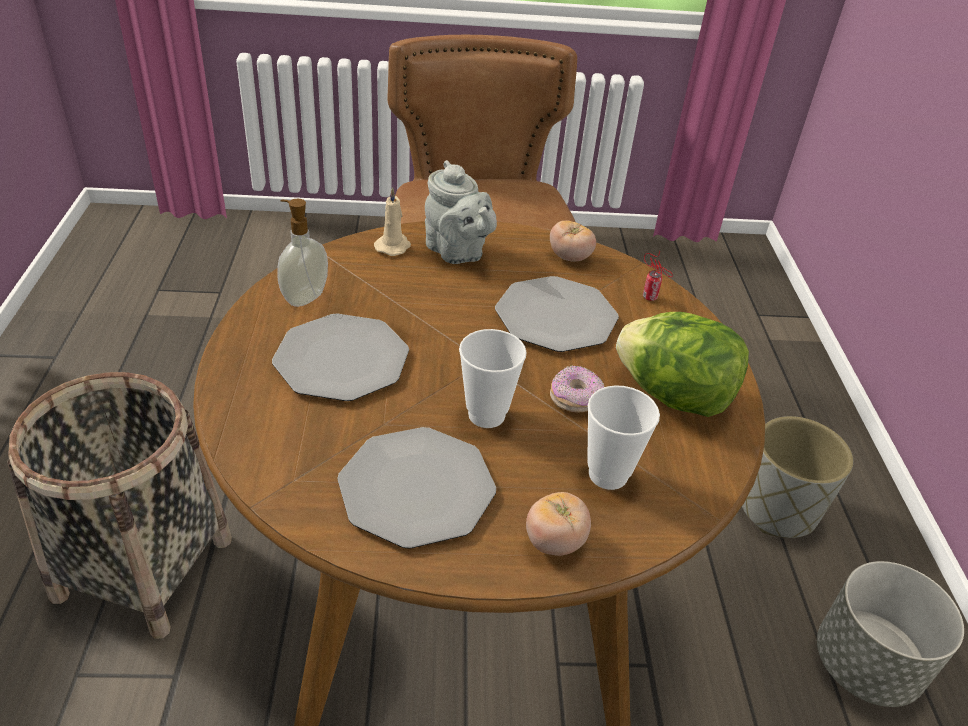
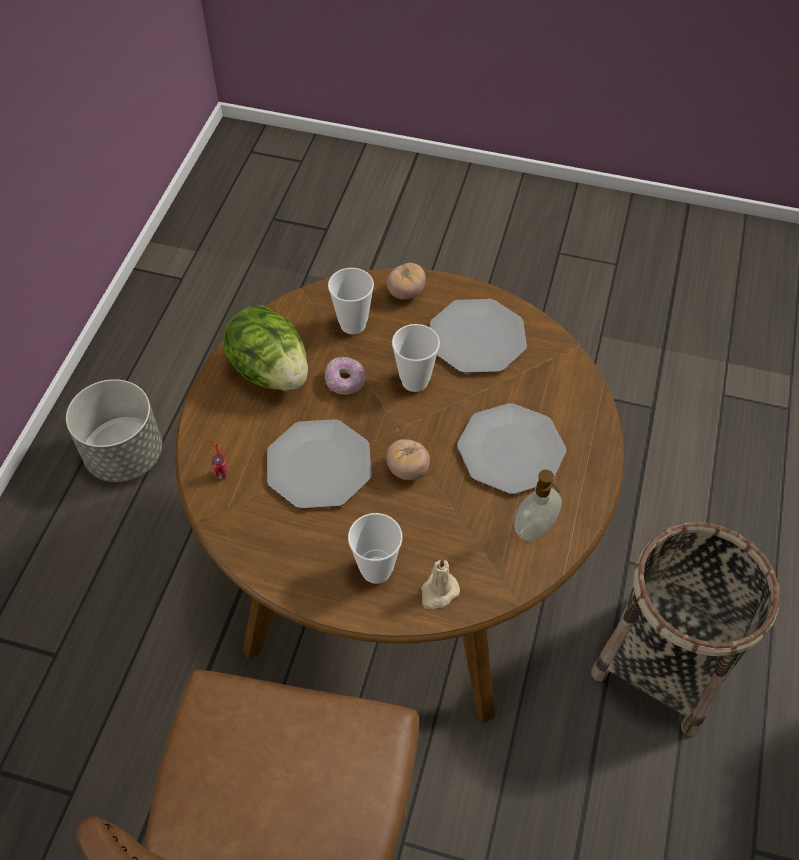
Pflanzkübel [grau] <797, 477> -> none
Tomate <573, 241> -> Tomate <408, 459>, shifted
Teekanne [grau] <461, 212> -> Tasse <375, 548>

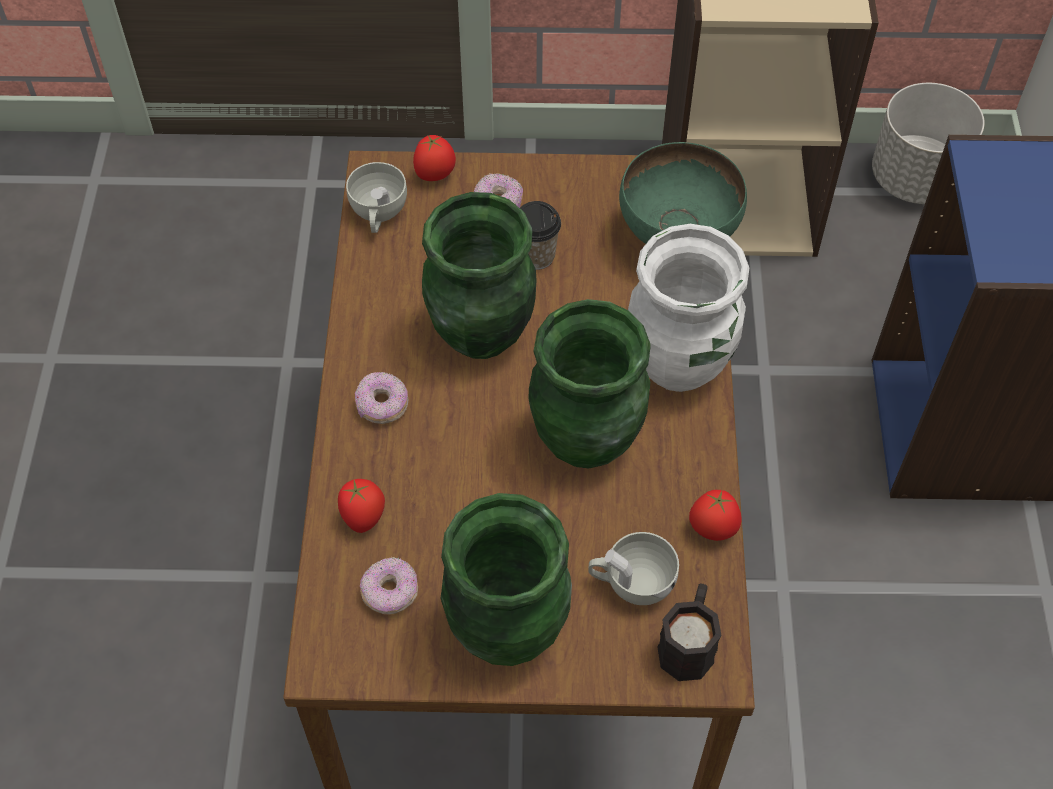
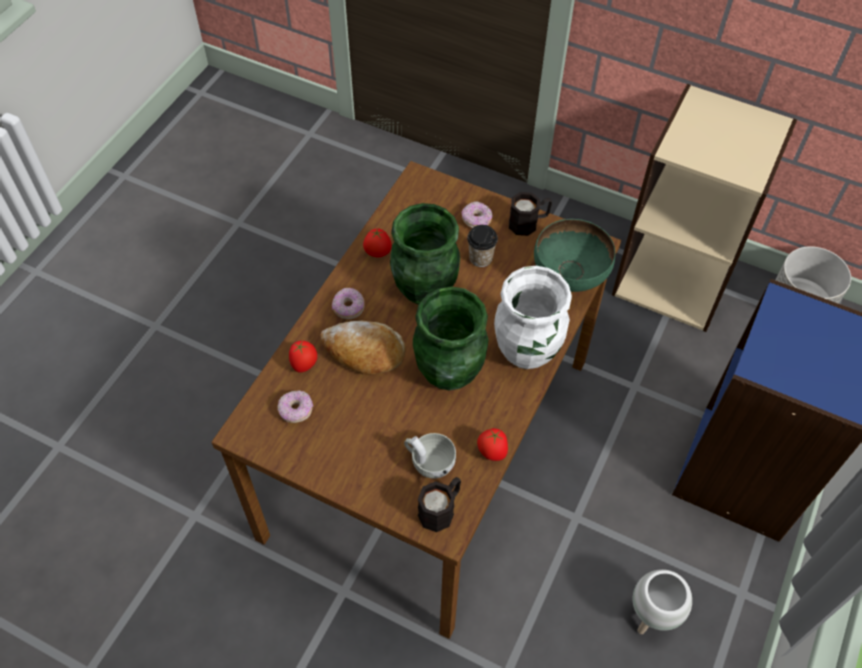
Tasse [weiß] <376, 197> -> none
Vase [grün] <506, 579> -> none
none -> Brot <363, 347>
none -> Henkelbecher [schwarz] <530, 214>
none -> Pflanzkübel [weiß] <662, 601>
Tomate <434, 158> -> Tomate <377, 242>, shifted

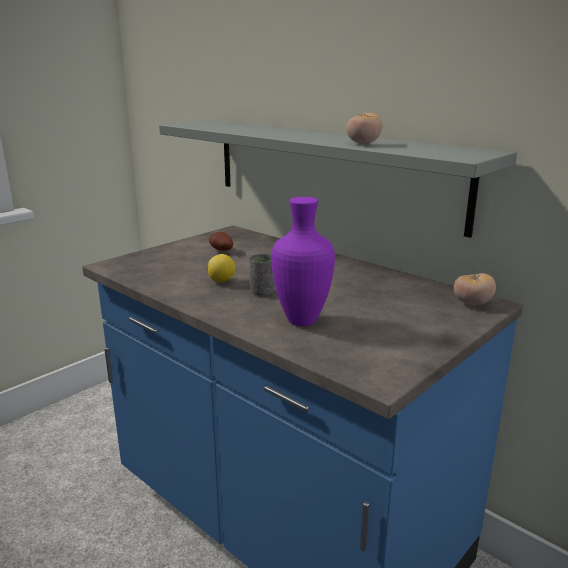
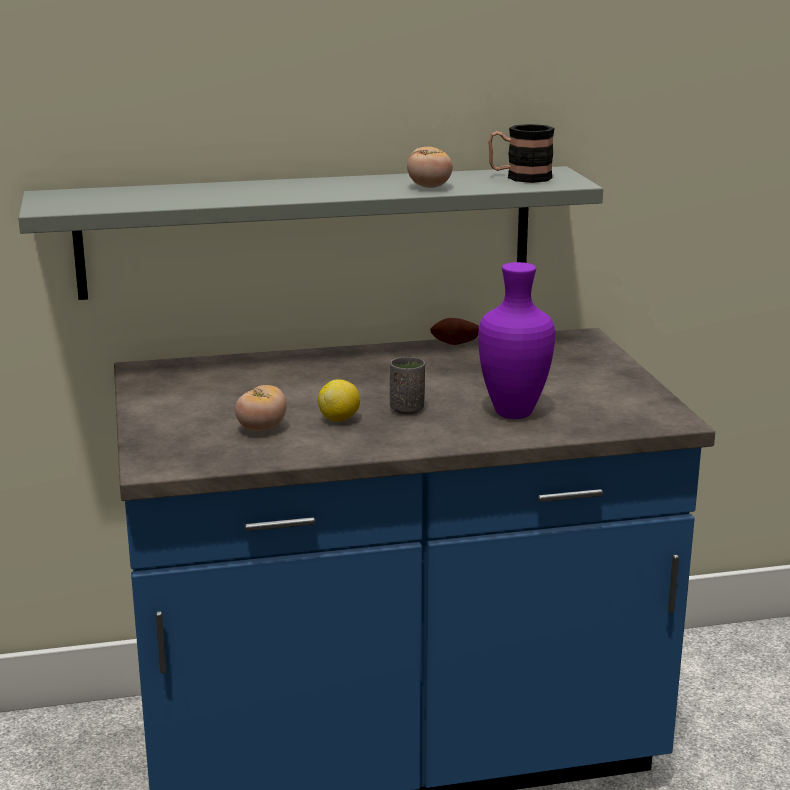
none -> Henkelbecher <521, 153>
Kartoffel <221, 241> -> Kartoffel <454, 331>, shifted
Tomate <475, 289> -> Tomate <261, 408>, shifted

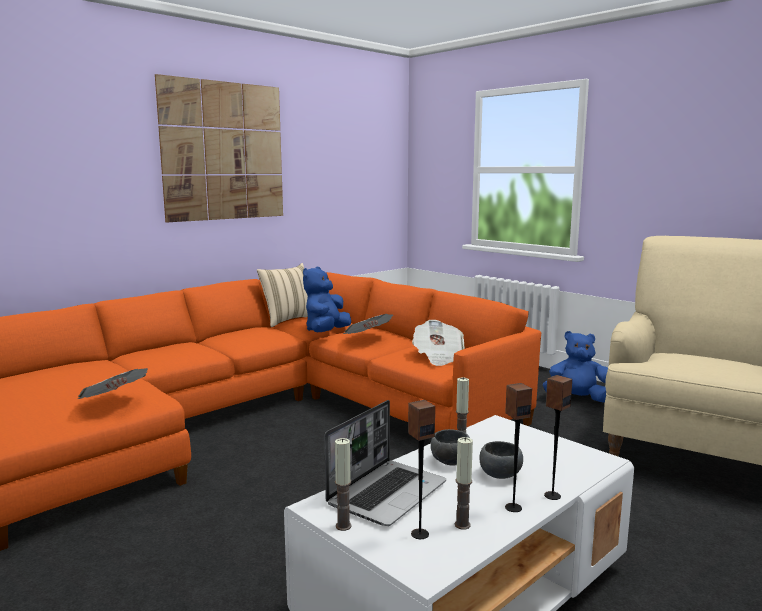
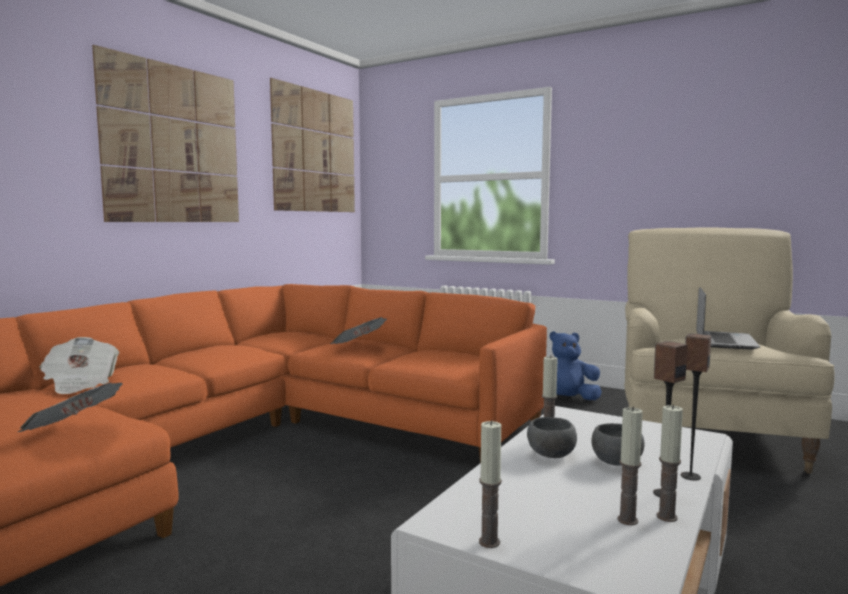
Kissen [beige] <282, 295> -> none
Plüschtier [blau] <327, 299> -> none
Lautsprecher <421, 469> -> none
none -> Bild <312, 145>
none -> Kerze <669, 463>
Laptop <385, 463> -> Laptop <728, 318>, shifted
Zeitung <438, 343> -> Zeitung <79, 365>, shifted

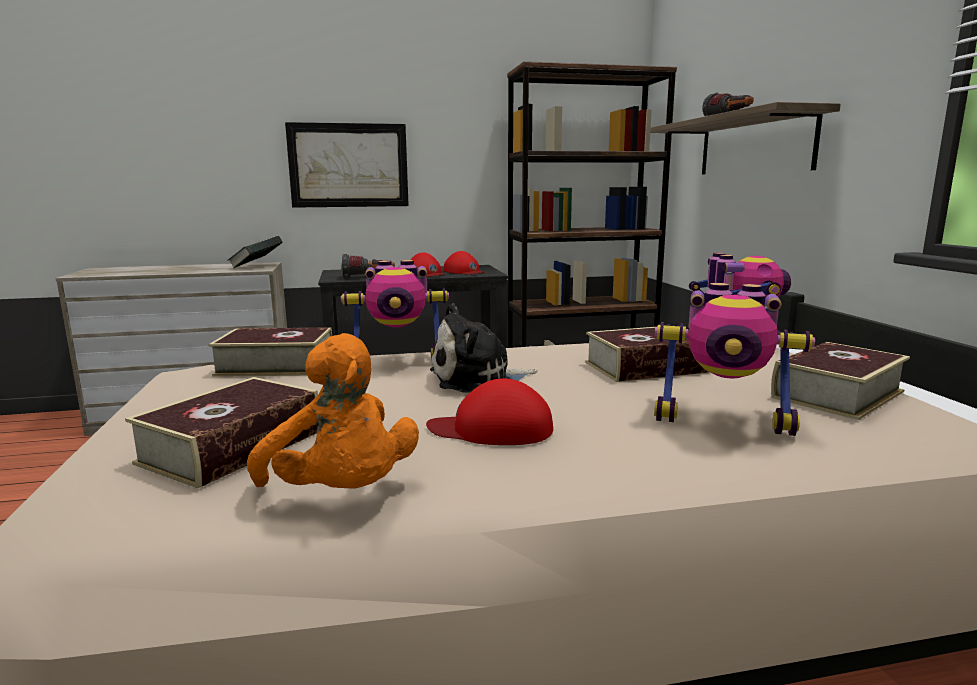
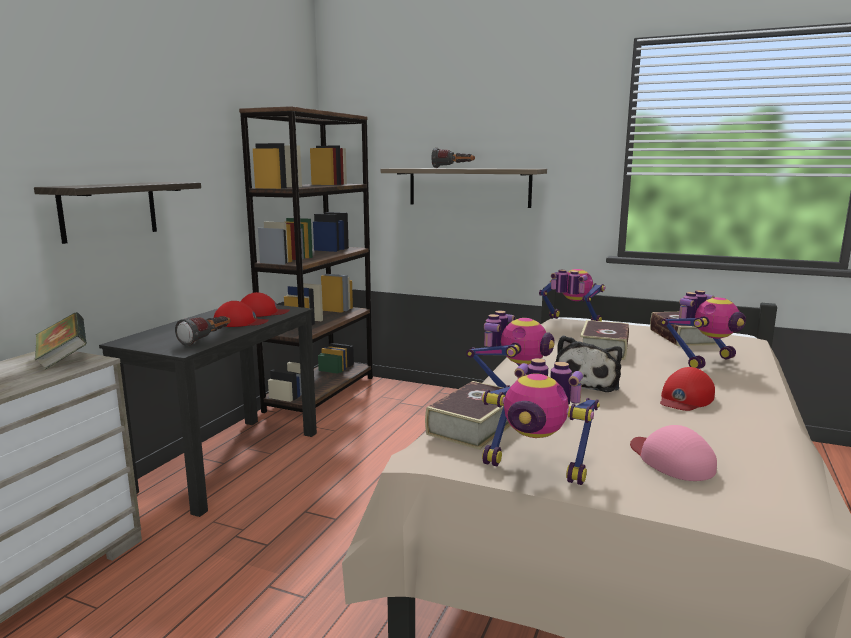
Plüschtier [orange] <333, 410> -> none
none -> Spielzeugroboter <540, 421>
Buch <222, 432> -> Kappe [rosa] <673, 453>
Bild <347, 165> -> Wandregal <117, 213>

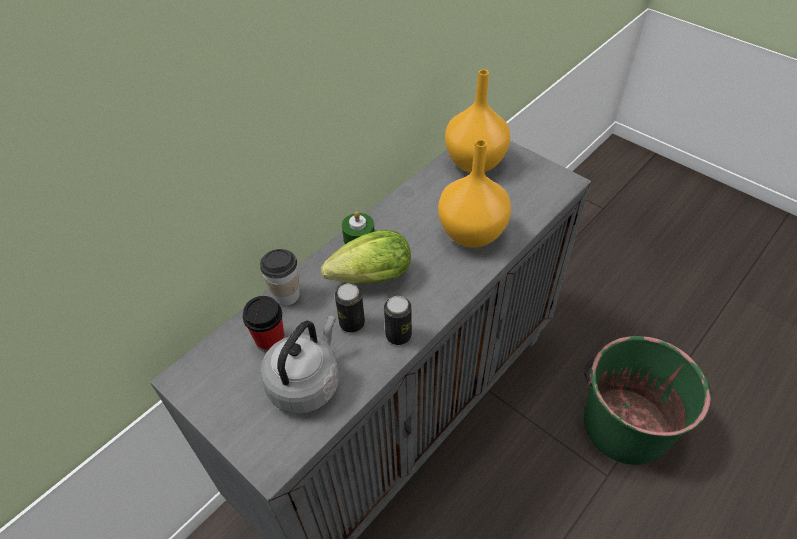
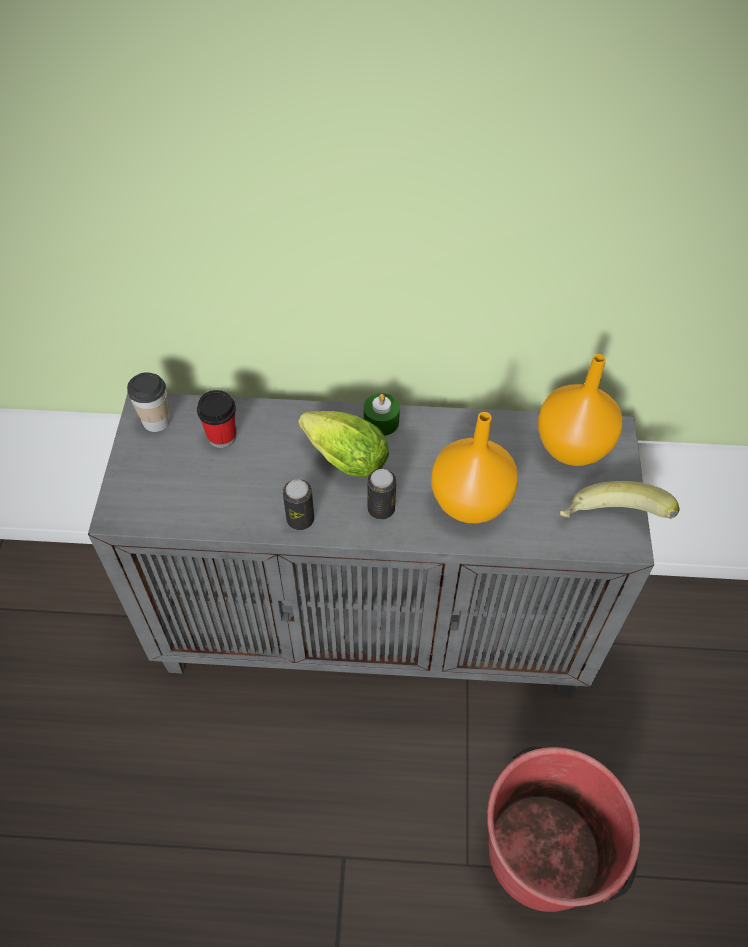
Wasserkessel [grau] <299, 364> -> none
none -> Banane <620, 500>
Tasse <280, 277> -> Tasse <148, 402>, shifted
Dose <350, 308> -> Dose <382, 494>, shifted
Eimer [grün] <648, 400> -> Eimer [rot] <563, 829>

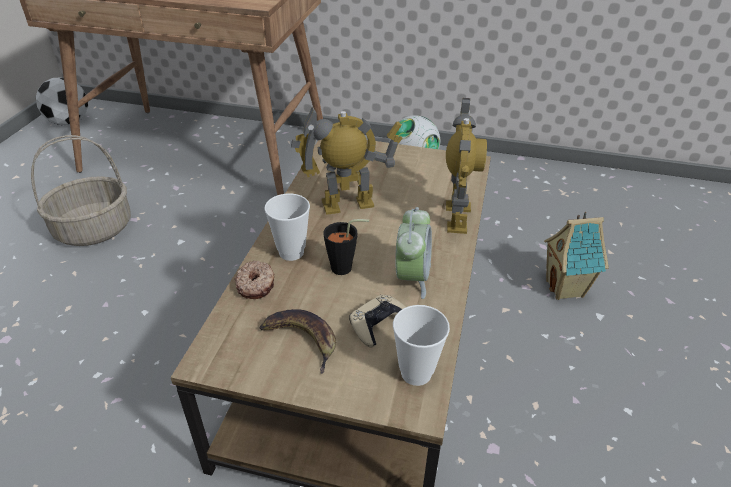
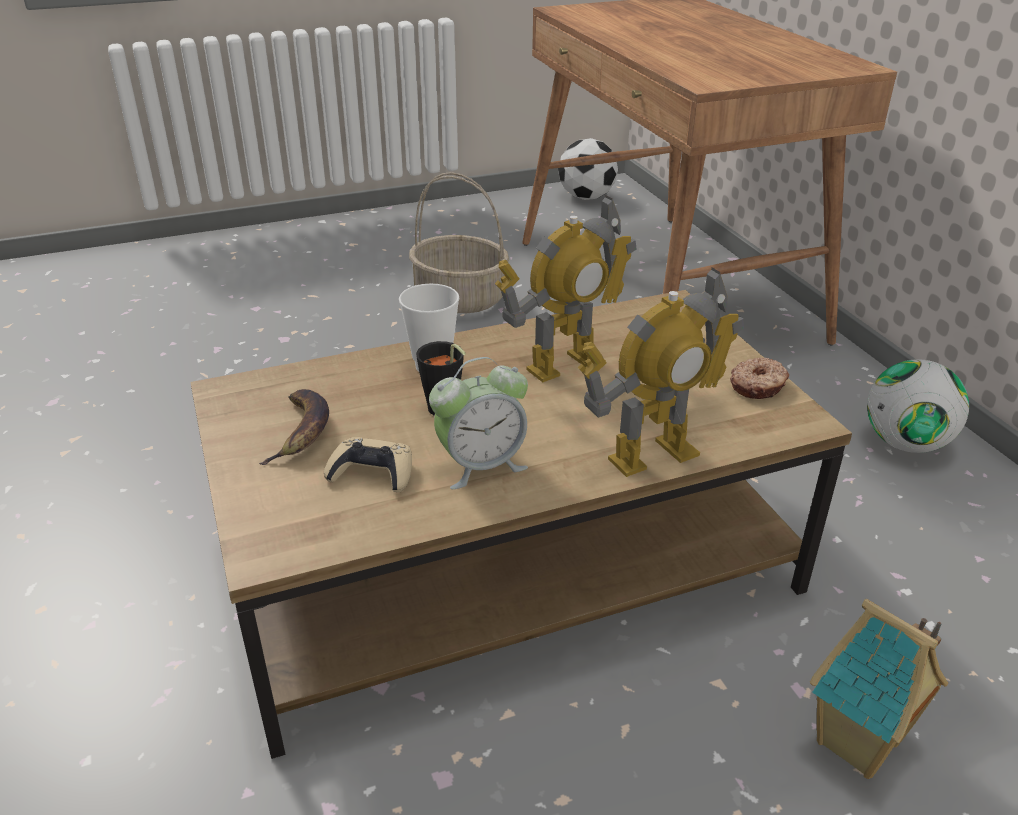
Tasse <421, 345> -> none
Donut <254, 280> -> Donut <759, 378>, shifted
Spielzeugroboter <347, 161> -> Spielzeugroboter <566, 288>, 105 degrees clockwise

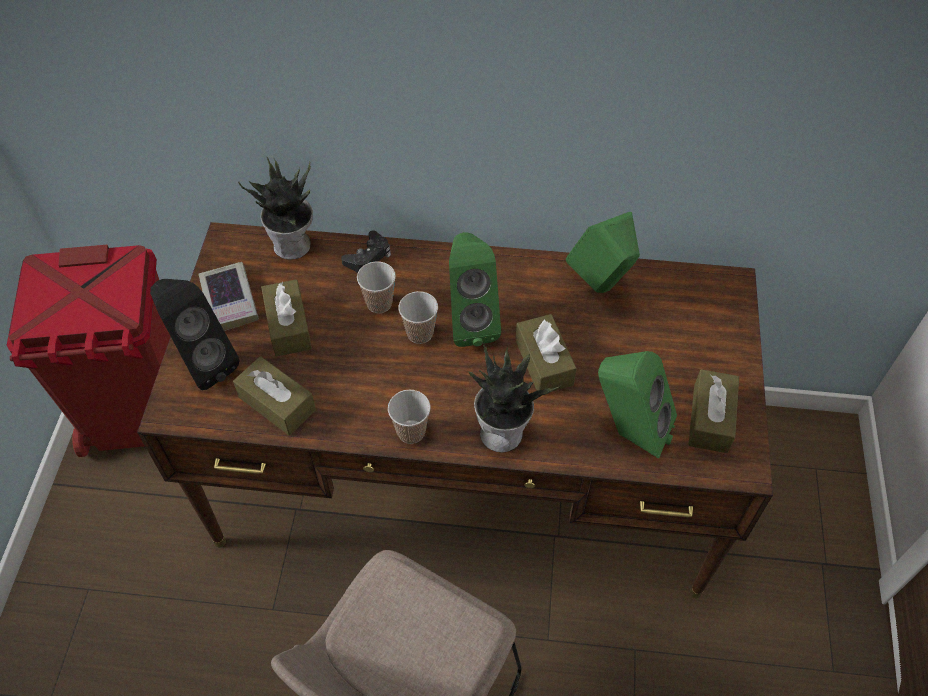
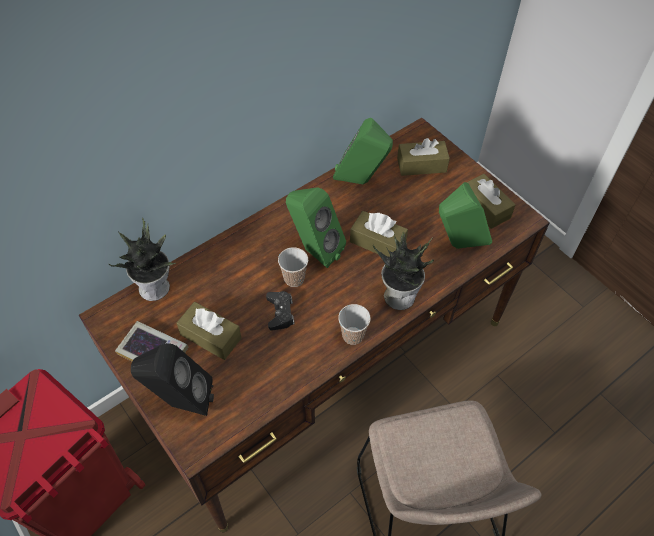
Tasse <376, 287> -> none
Taschentuchbox [braun] <274, 395> -> Taschentuchbox [braun] <423, 157>, shifted
Gamepad [schwarz] <366, 251> -> Gamepad [schwarz] <280, 311>, shifted

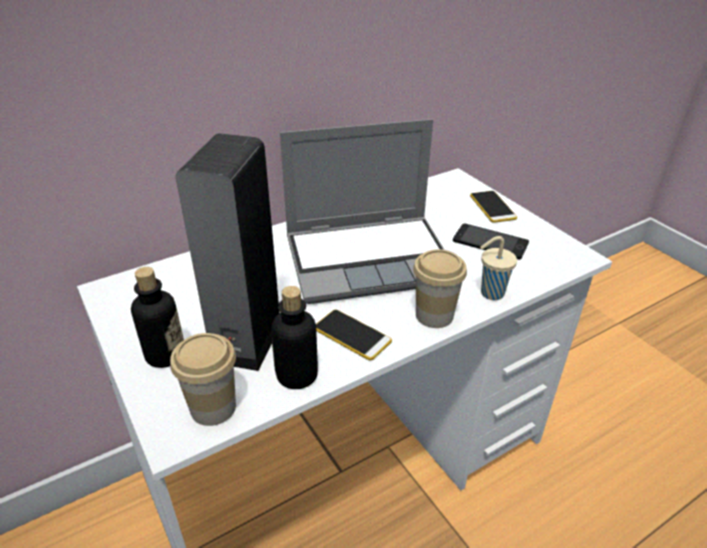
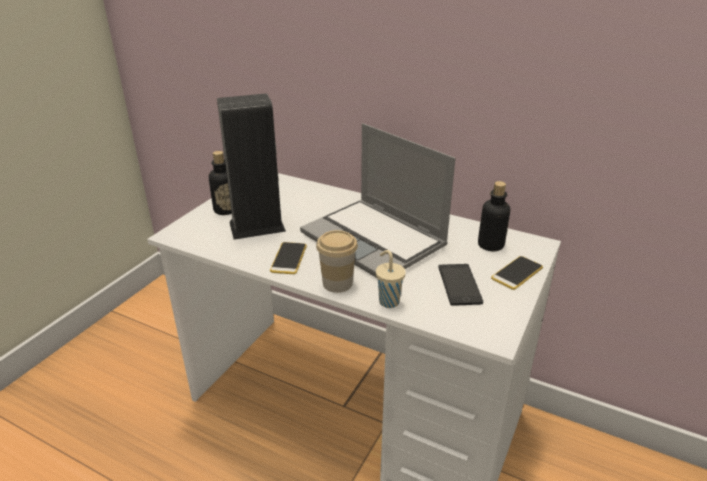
Tasse <203, 379> -> none
Flasche <294, 337> -> Flasche <494, 216>, shifted

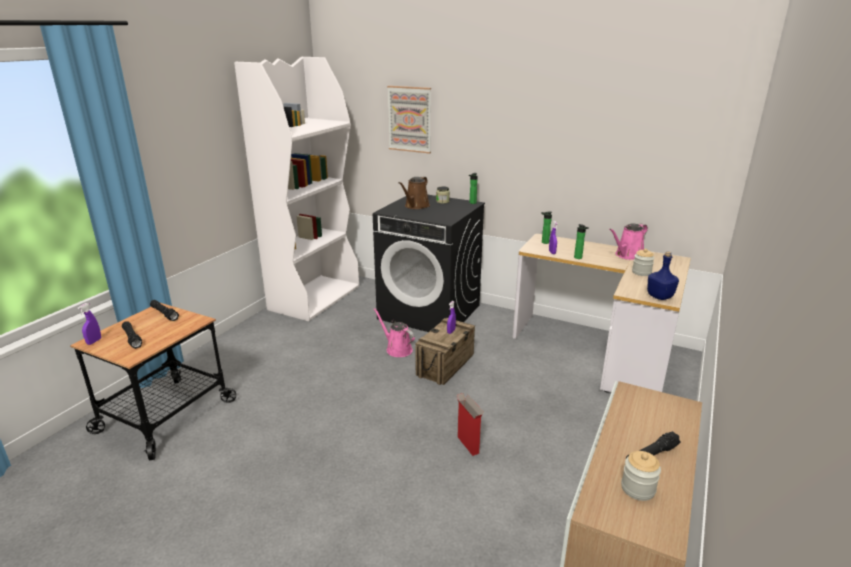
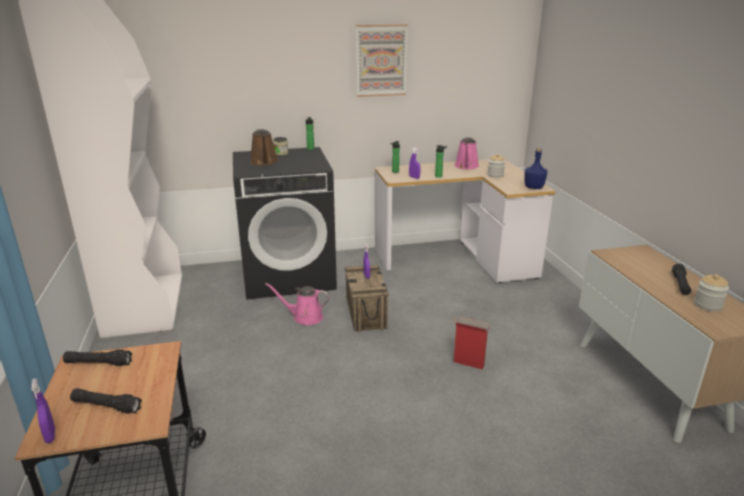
Bild <409, 120> -> Bild <382, 60>, shifted

